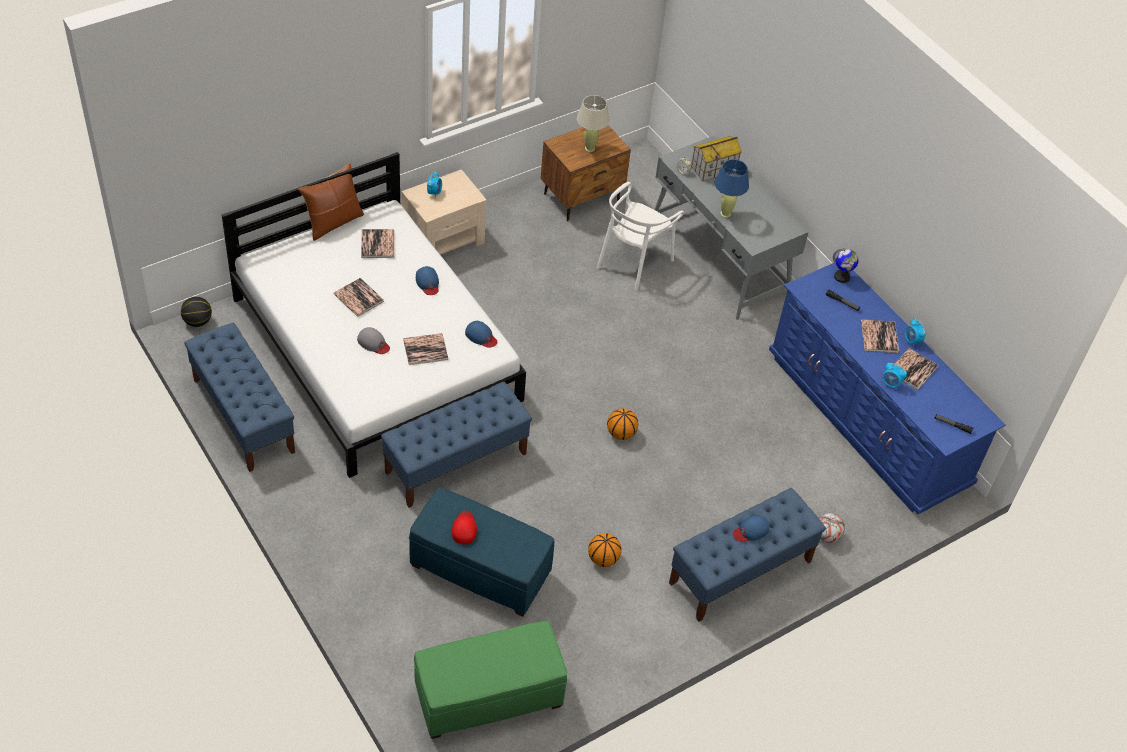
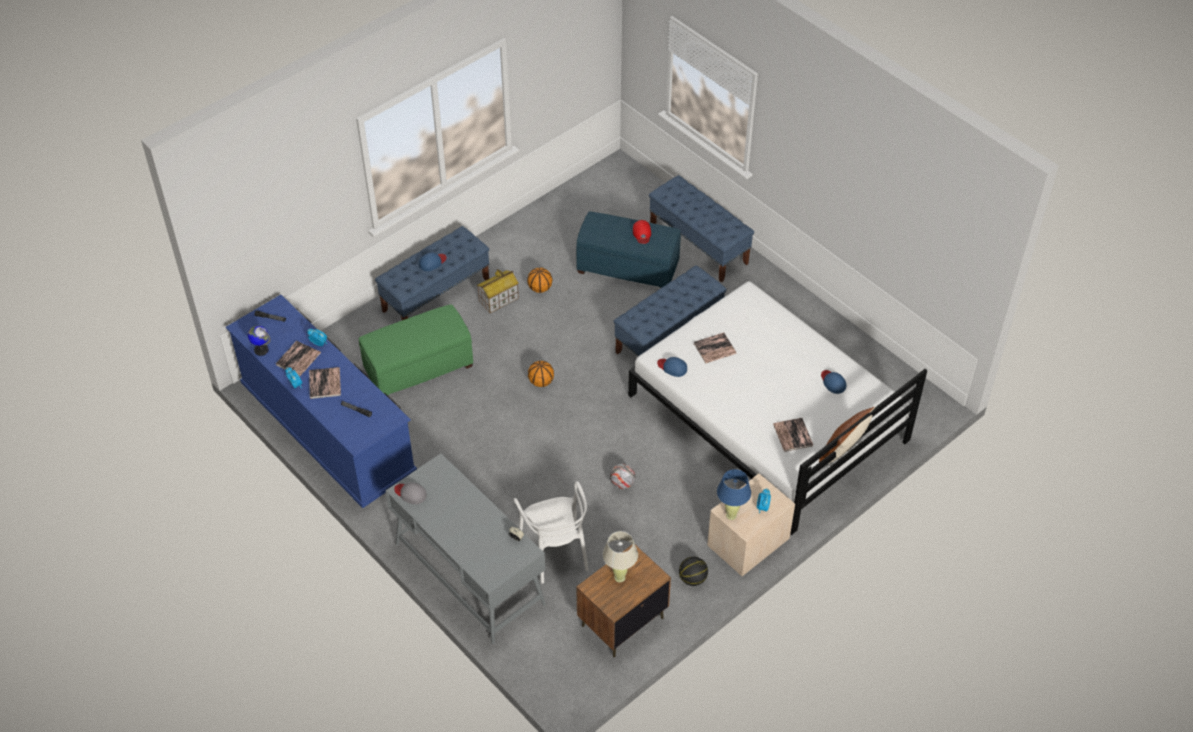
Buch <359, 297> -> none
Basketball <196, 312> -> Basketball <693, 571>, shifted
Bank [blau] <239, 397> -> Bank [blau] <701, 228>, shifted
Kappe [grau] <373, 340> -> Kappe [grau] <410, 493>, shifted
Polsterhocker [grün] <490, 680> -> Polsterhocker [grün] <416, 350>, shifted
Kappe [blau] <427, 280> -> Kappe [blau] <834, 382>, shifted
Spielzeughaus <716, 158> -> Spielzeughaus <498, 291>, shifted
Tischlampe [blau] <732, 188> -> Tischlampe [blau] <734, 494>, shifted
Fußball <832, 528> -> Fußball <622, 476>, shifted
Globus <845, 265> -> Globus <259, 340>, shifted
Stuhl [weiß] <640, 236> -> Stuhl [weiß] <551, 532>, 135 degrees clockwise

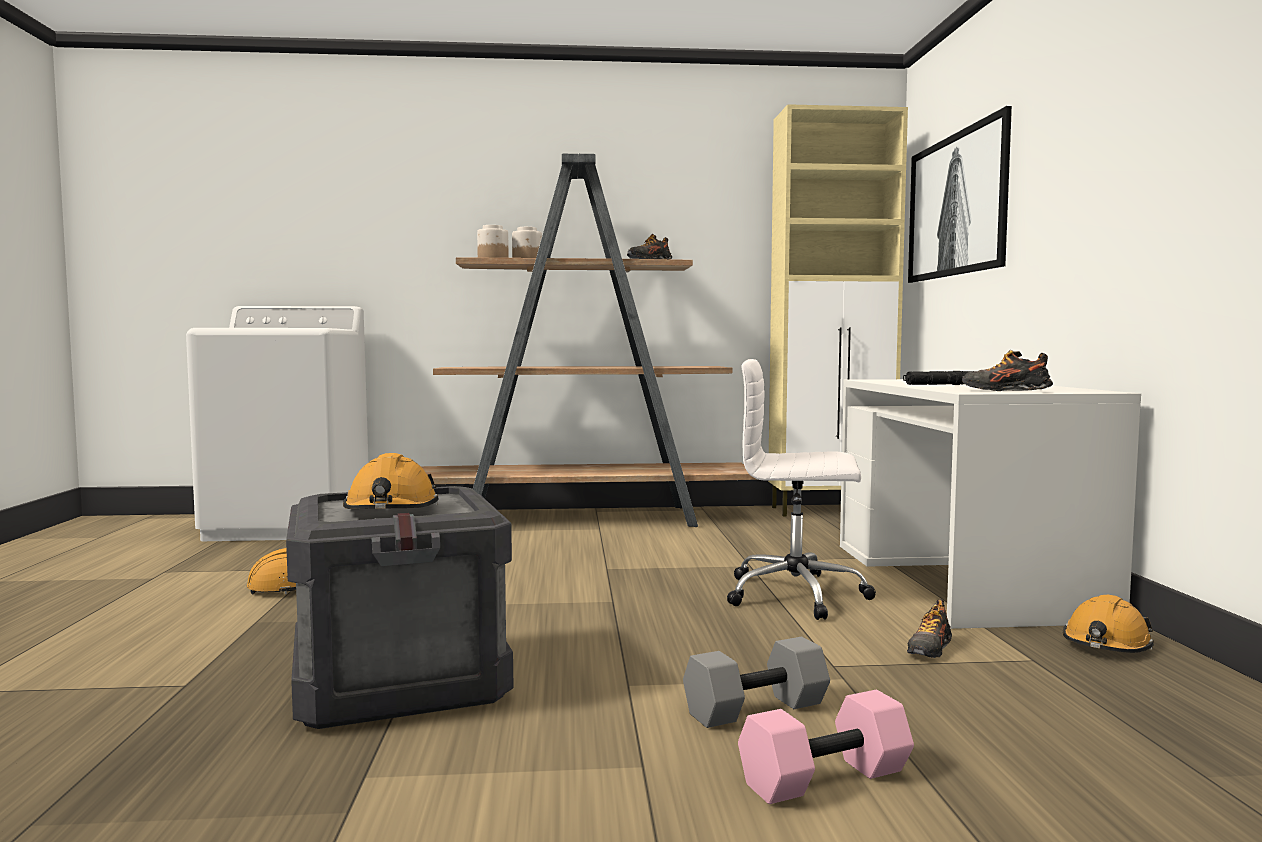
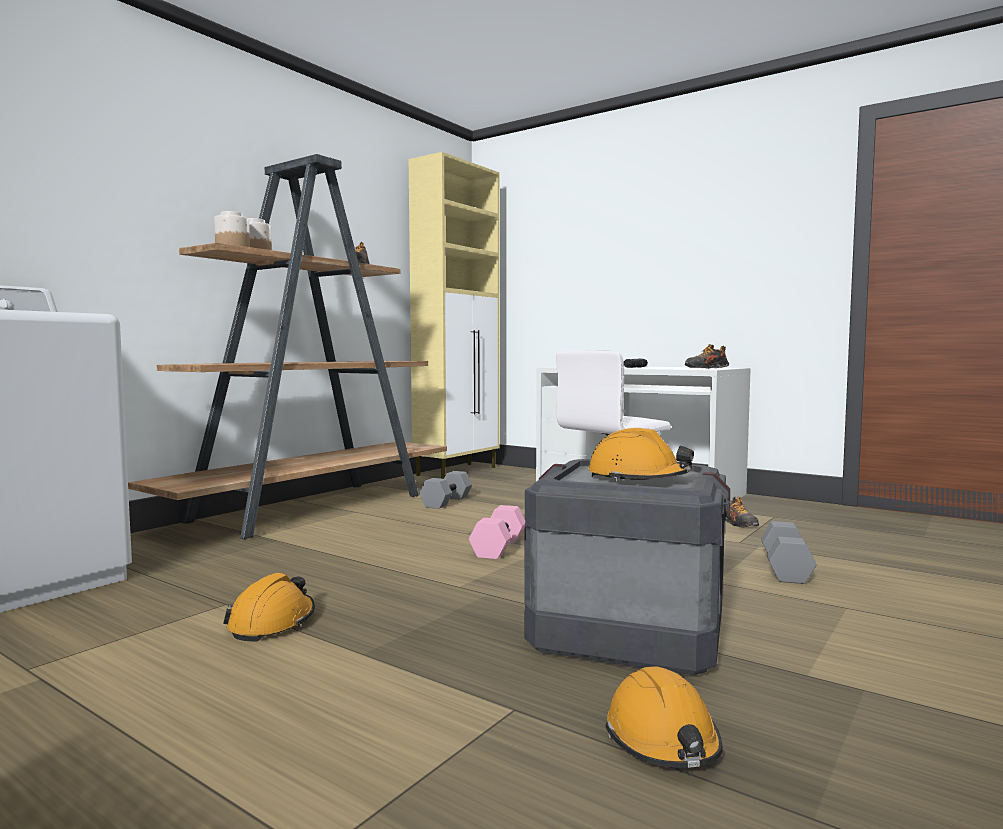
Bild <960, 194> -> none
none -> Hantel [grau] <445, 490>
Hantel [rosa] <826, 747> -> Hantel [rosa] <497, 532>, shifted
Schutzhelm [orange] <1108, 624> -> Schutzhelm [orange] <664, 717>, shifted

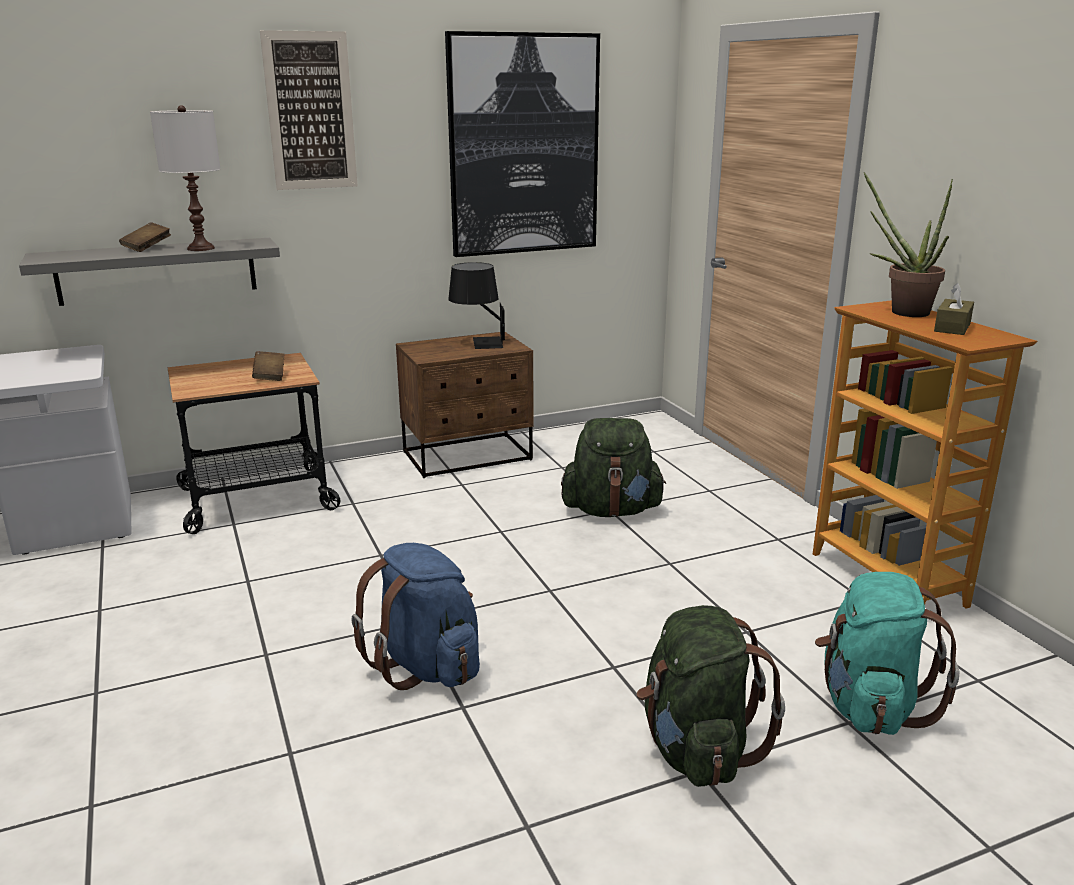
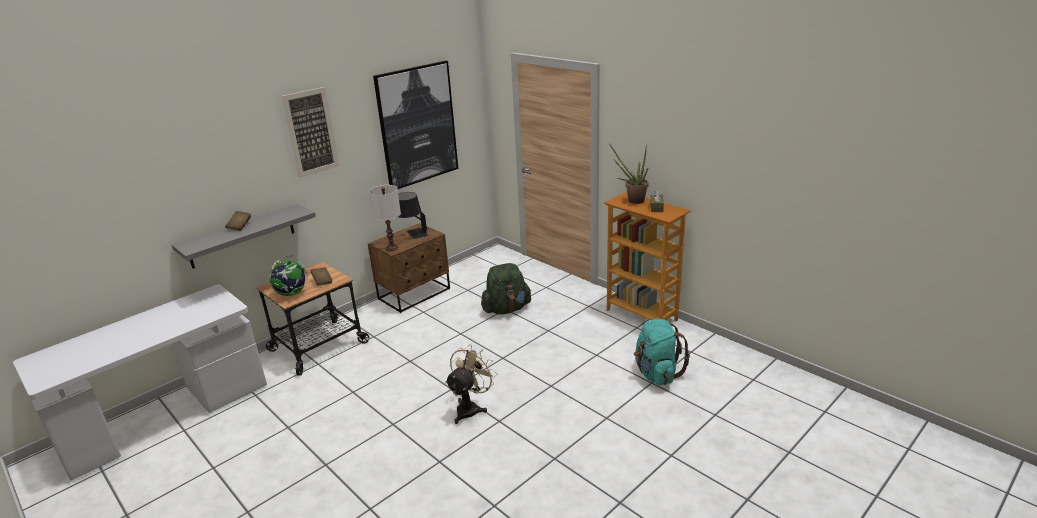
Rucksack [grün] <710, 696> -> none
none -> Globus <288, 275>
Tischlampe [weiß] <185, 178> -> Tischlampe [weiß] <385, 218>, shifted
Rucksack [blau] <415, 616> -> Ventilator [beige] <471, 384>

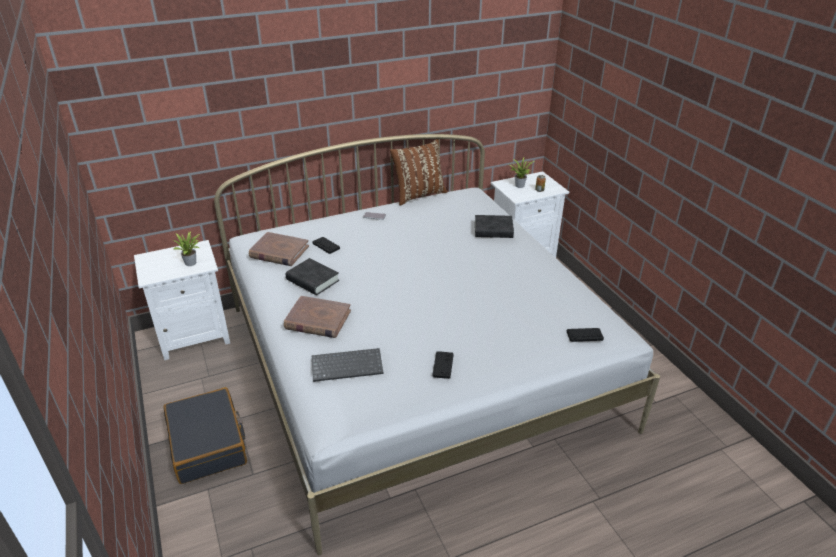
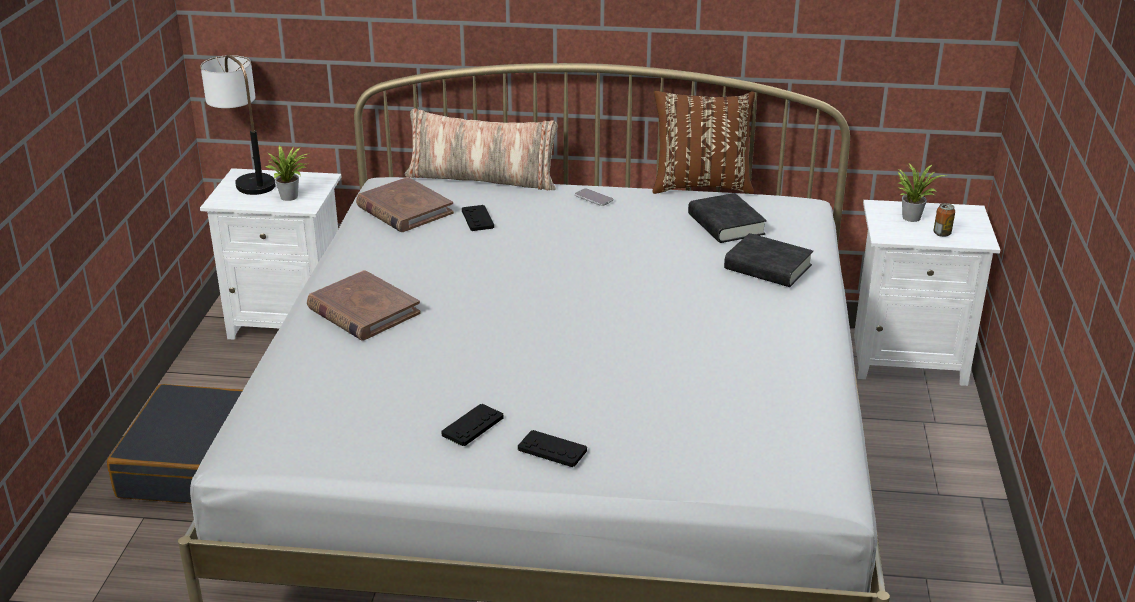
Tastatur <348, 365> -> none
none -> Tischlampe <238, 125>
none -> Kissen <481, 149>
Buch [schwarz] <312, 276> -> Buch [schwarz] <727, 218>, shifted
Gamepad [schwarz] <585, 335> -> Gamepad [schwarz] <552, 448>, shifted

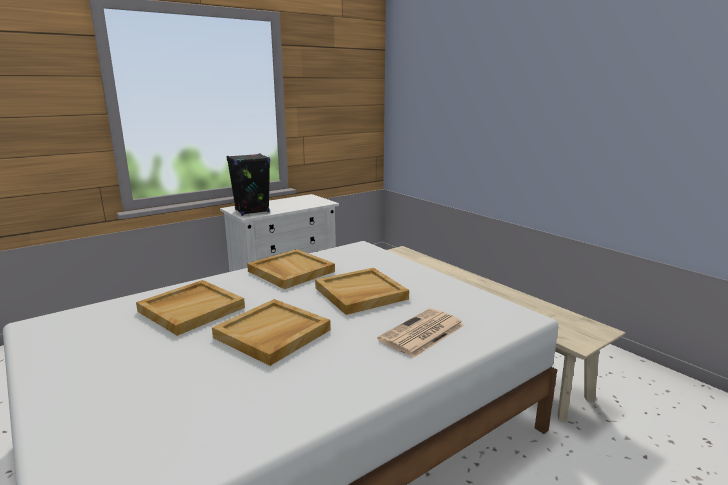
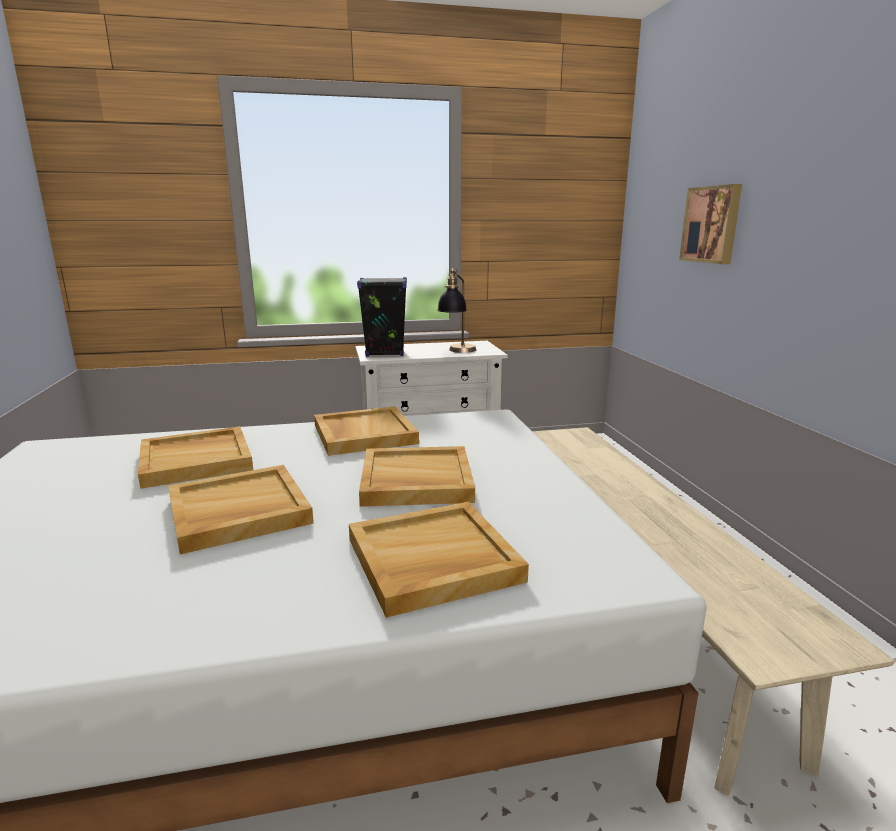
none -> Tischlampe <456, 310>
none -> Bild <710, 224>
Zeitung <420, 333> -> Tablett [beige] <439, 560>

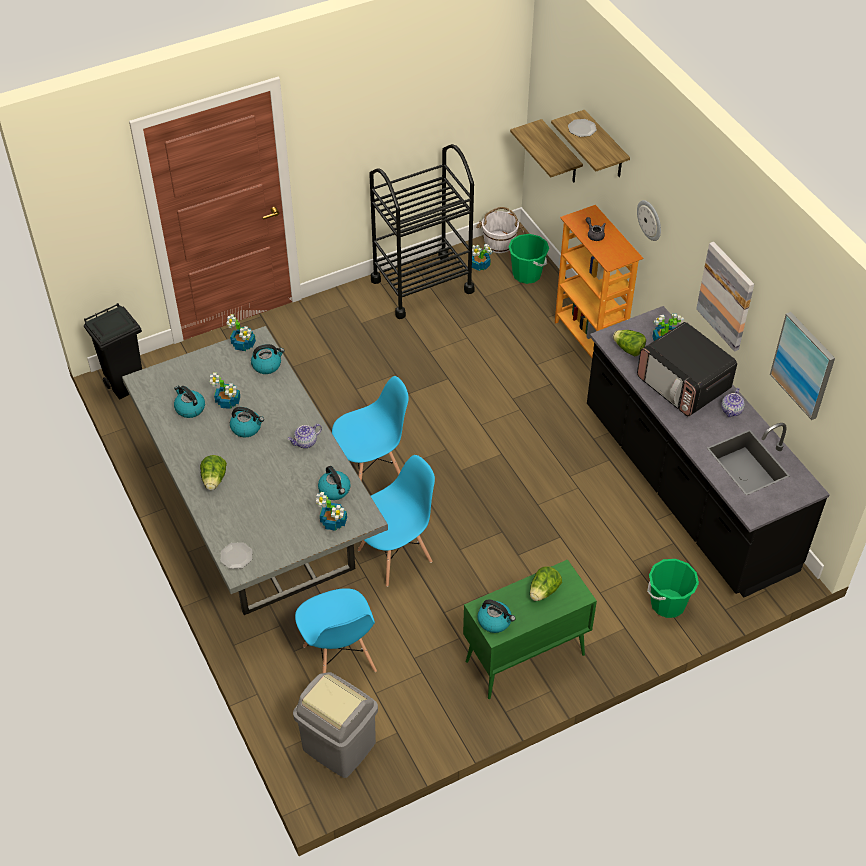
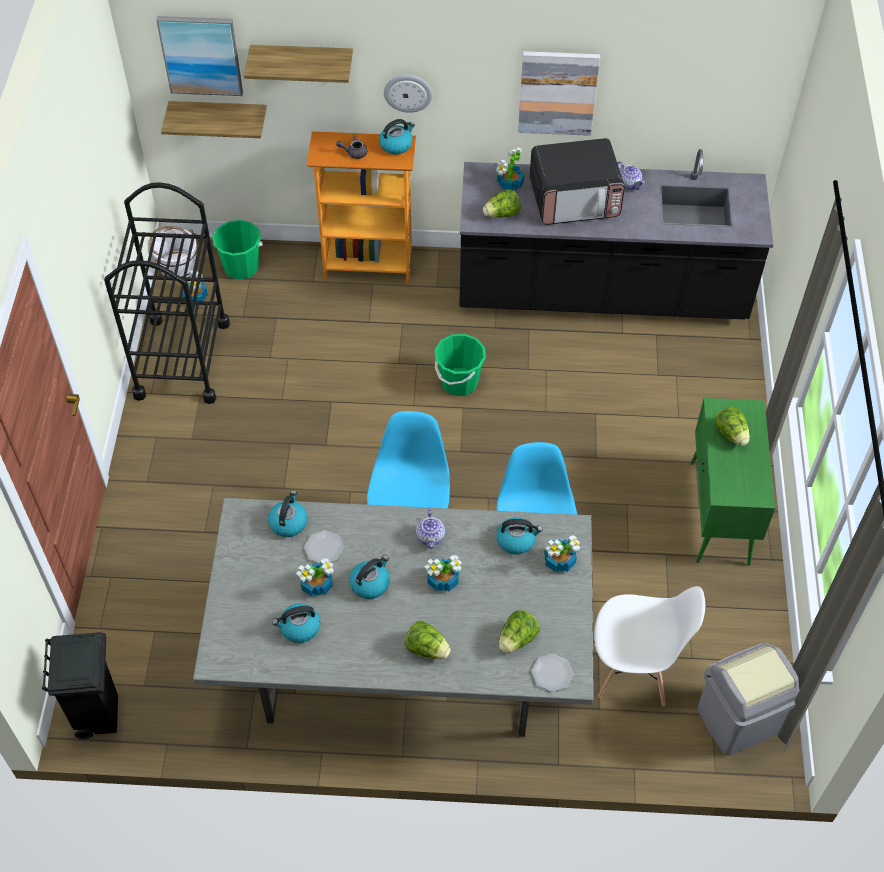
none -> Salatkopf <519, 631>
Topfpflanze <241, 332> -> Topfpflanze <443, 573>, shifted
Wasserkessel <496, 616> -> Wasserkessel <397, 137>, shifted
Teller <582, 128> -> Teller <324, 546>, shifted
Eimer [grün] <673, 588> -> Eimer [grün] <460, 365>, shifted
Bild <802, 366> -> Bild <199, 56>, shifted
Stuhl [blau] <336, 630> -> Stuhl [weiß] <649, 646>

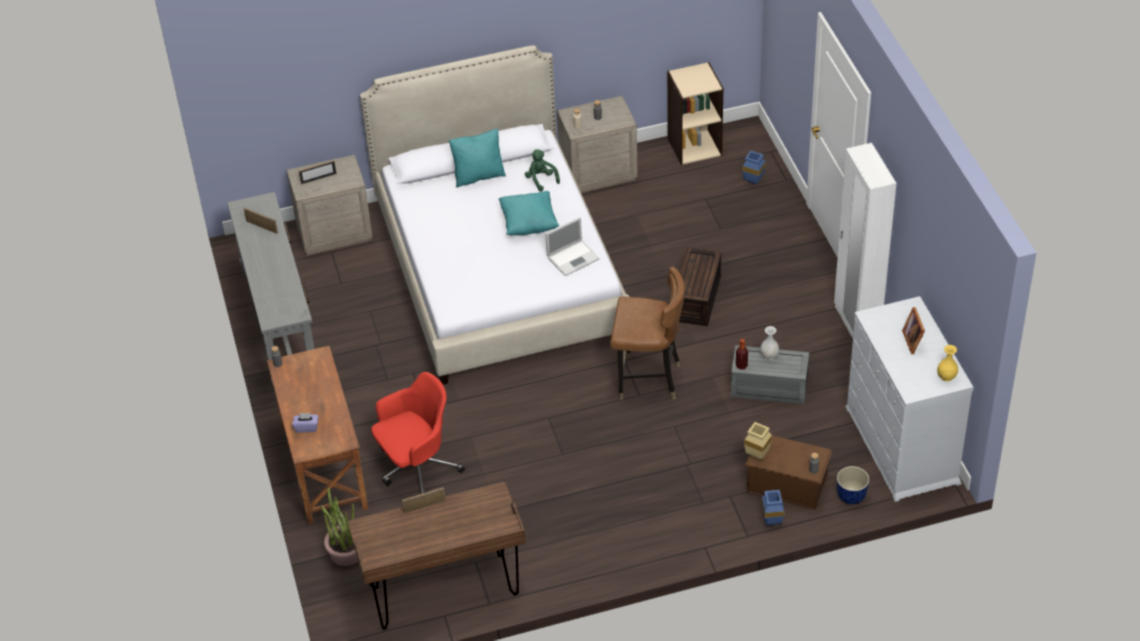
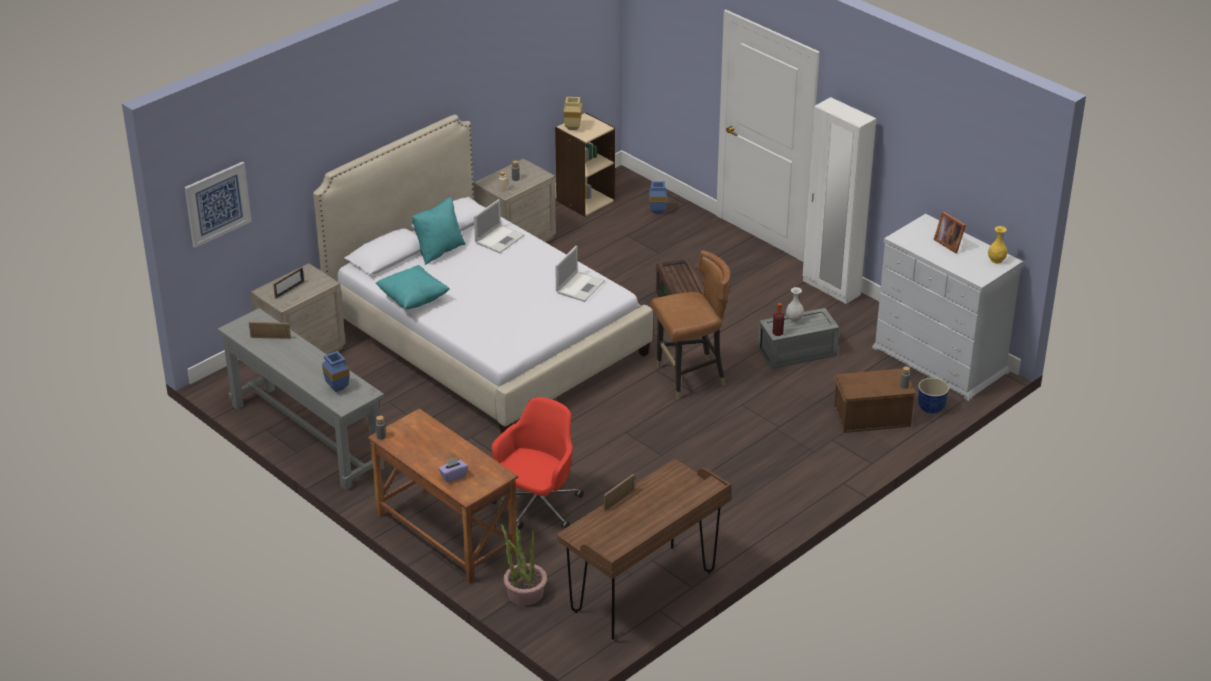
none -> Bild <218, 204>
Kissen [türkis] <529, 213> -> Kissen [türkis] <413, 287>, shifted
Vase [beige] <758, 440> -> Vase [beige] <572, 113>, shifted
Vase [blau] <773, 507> -> Vase [blau] <336, 371>, shifted
Plüschtier [grün] <542, 170> -> Laptop <499, 226>

